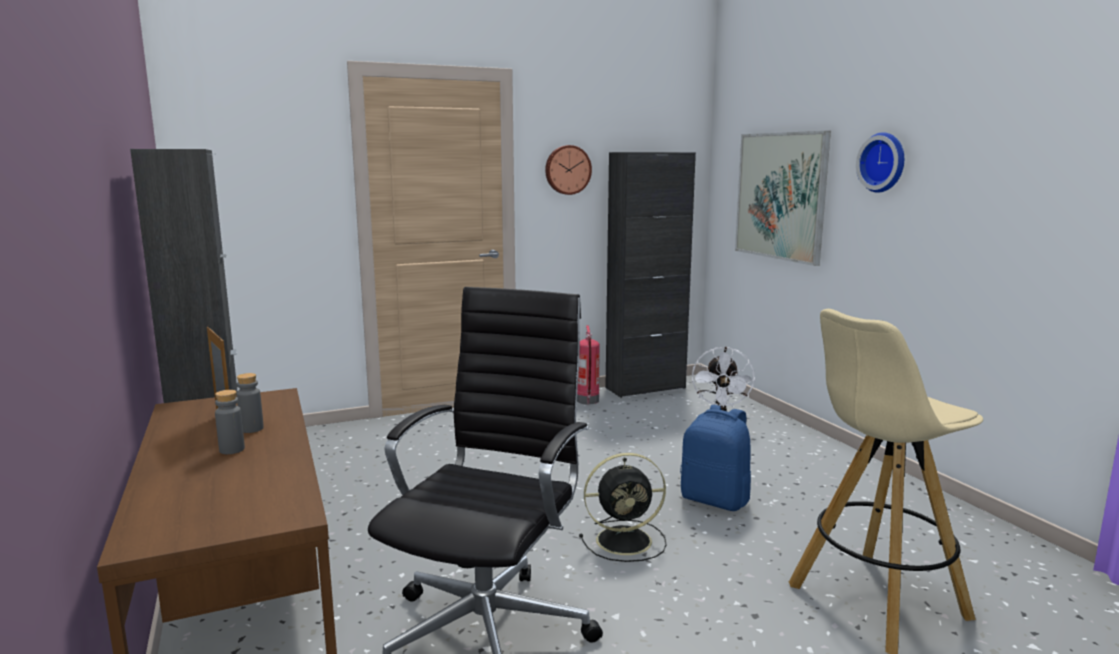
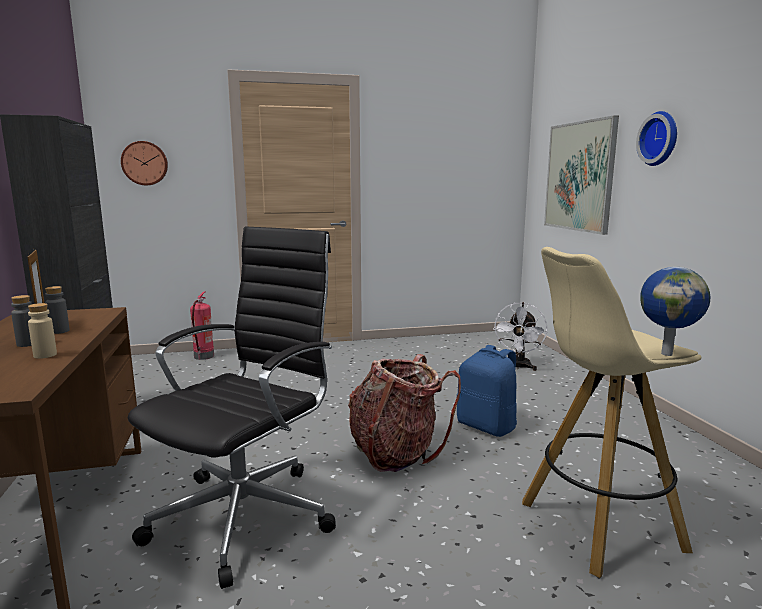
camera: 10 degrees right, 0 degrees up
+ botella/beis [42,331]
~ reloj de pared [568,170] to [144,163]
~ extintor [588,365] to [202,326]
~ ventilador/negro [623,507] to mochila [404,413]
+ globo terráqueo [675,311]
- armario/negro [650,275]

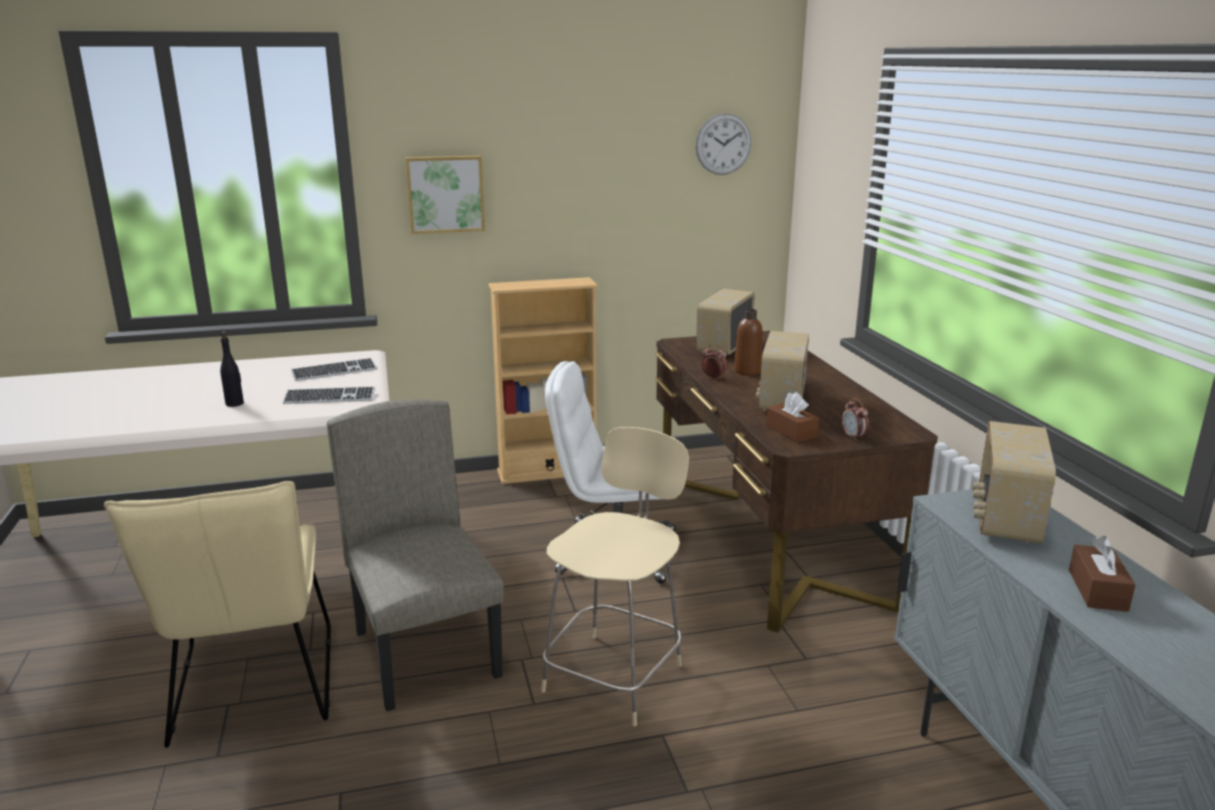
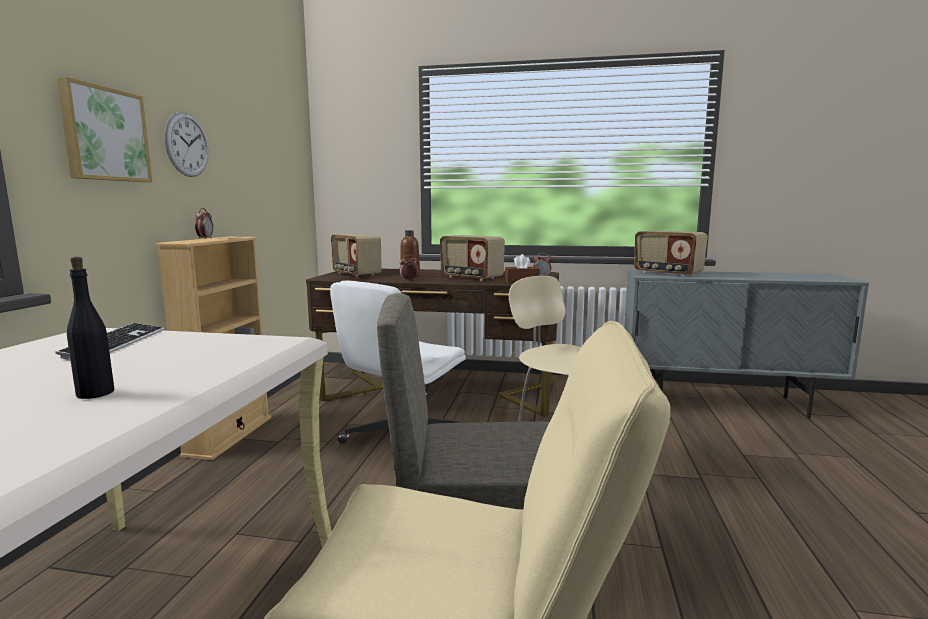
camera: 65 degrees left, 10 degrees down
~ reloj de pared [723,144] to [186,144]
+ despertador [204,223]
- teclado [329,395]
- caja de pañuelos/marrón [1102,574]

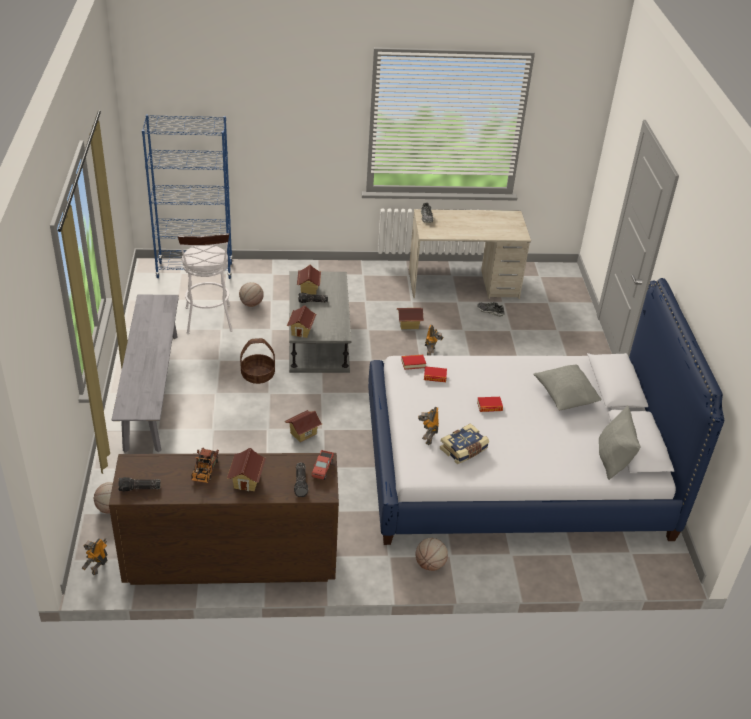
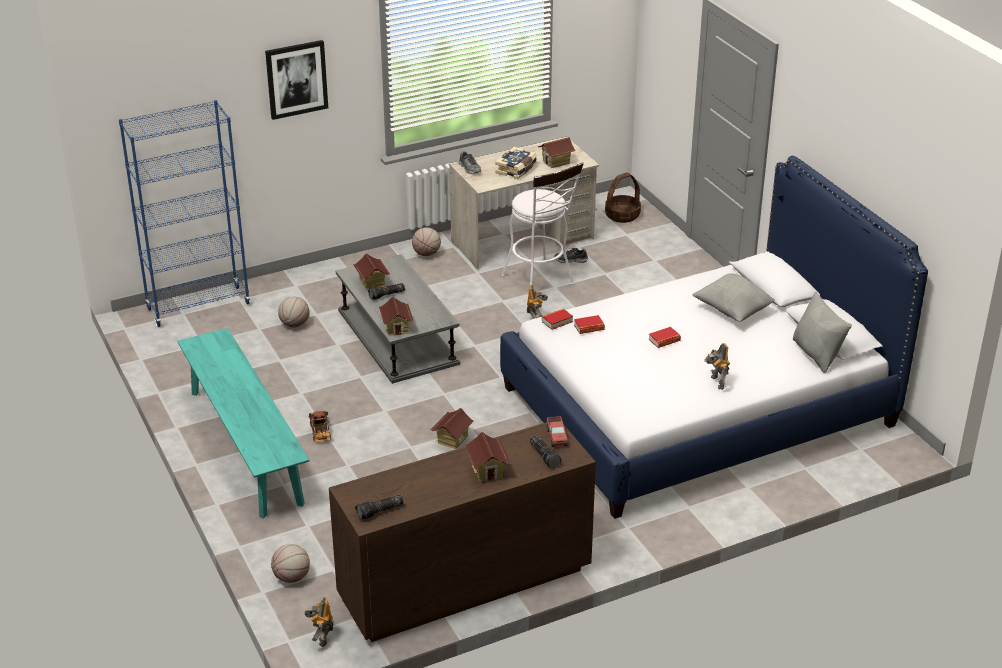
camera: 20 degrees left, 5 degrees down
~ banco/gris [145,373] to banco/turquesa [243,423]
+ cuadro [296,80]
~ camión de juguete [205,465] to [320,426]
~ balón de baloncesto [432,554] to [426,241]
~ libro [464,443] to [516,163]
~ taburete/blanco [205,283] to [543,223]
~ casita [410,318] to [556,152]
~ cesta [257,361] to [623,198]
~ robot de juguete [428,426] to [717,366]

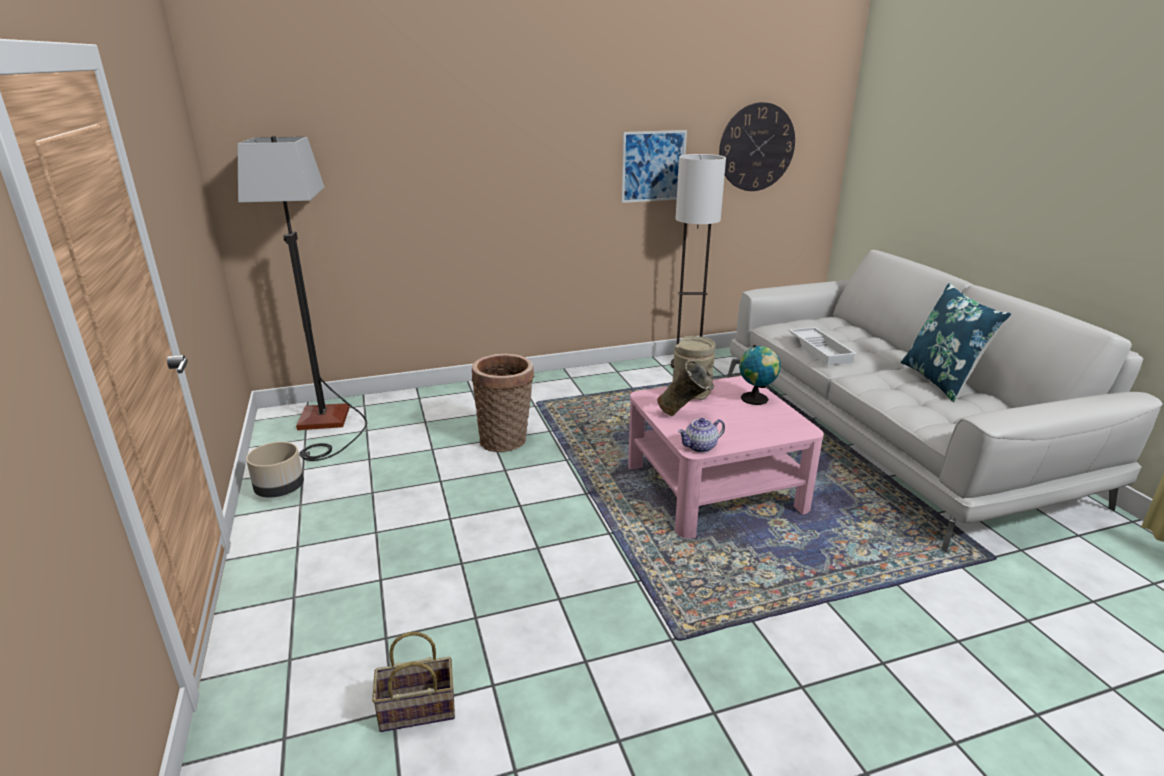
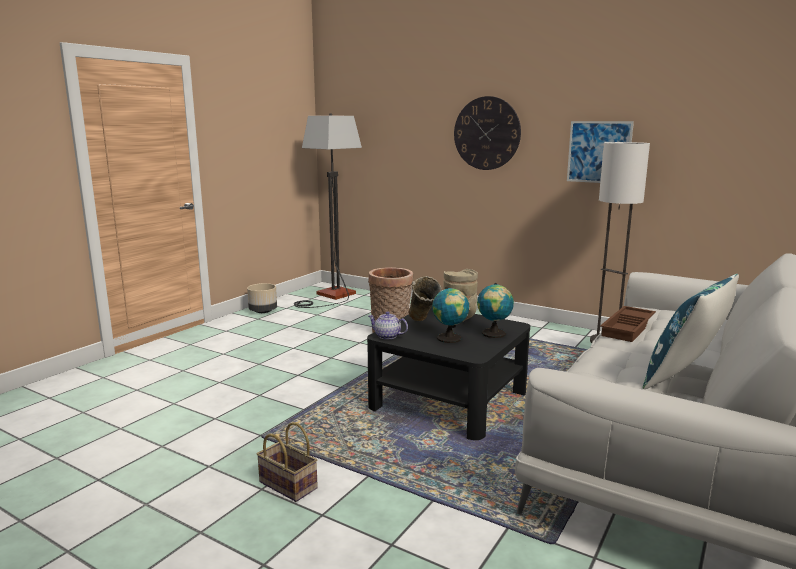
camera: 50 degrees right, 10 degrees down
~ cesta [413,682] to [287,462]
~ mesa de centro/rosa [726,457] to mesa de centro/negro [448,373]
+ globo terráqueo [450,315]
~ reloj de pared [757,146] to [487,133]
~ bandeja/blanco [822,346] to bandeja/marrón [628,324]

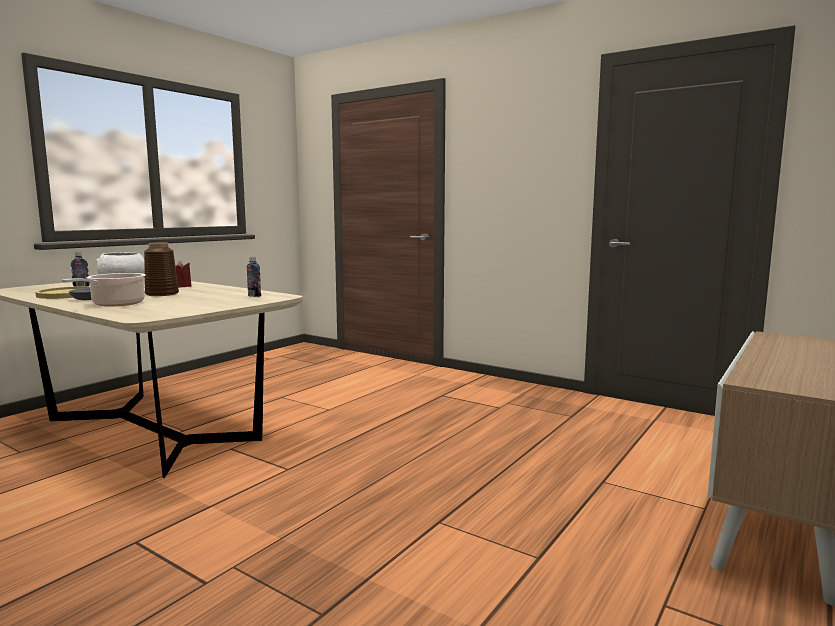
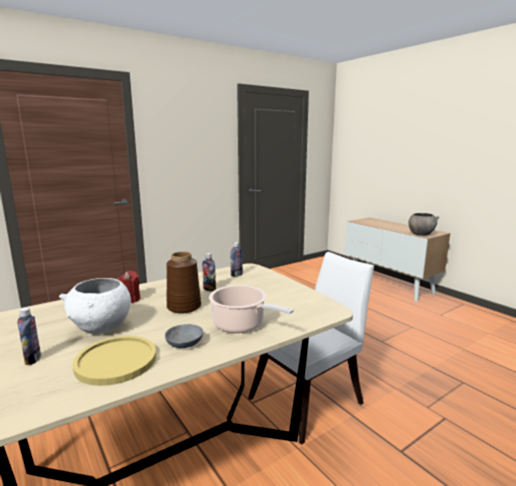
camera: 70 degrees left, 5 degrees up
+ botella [209,272]
+ silla/blanco [311,348]
+ cuenco/gris [423,224]

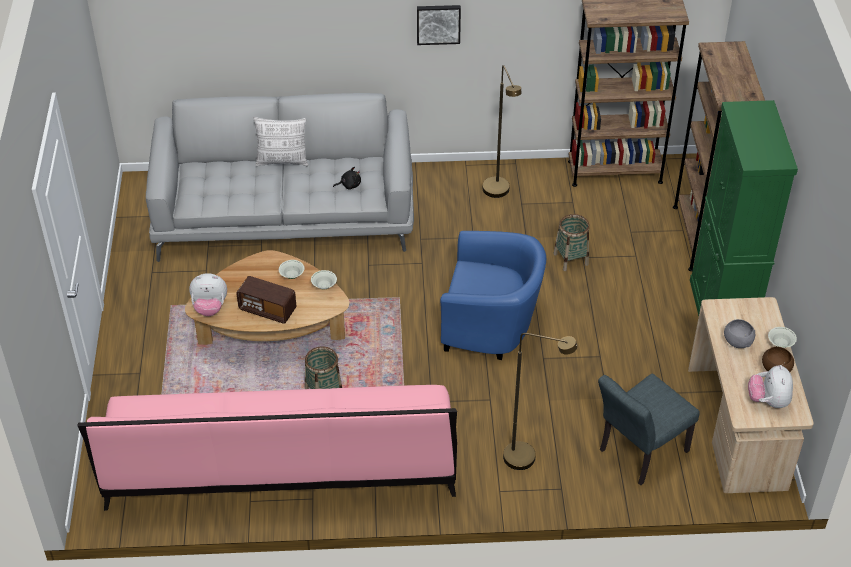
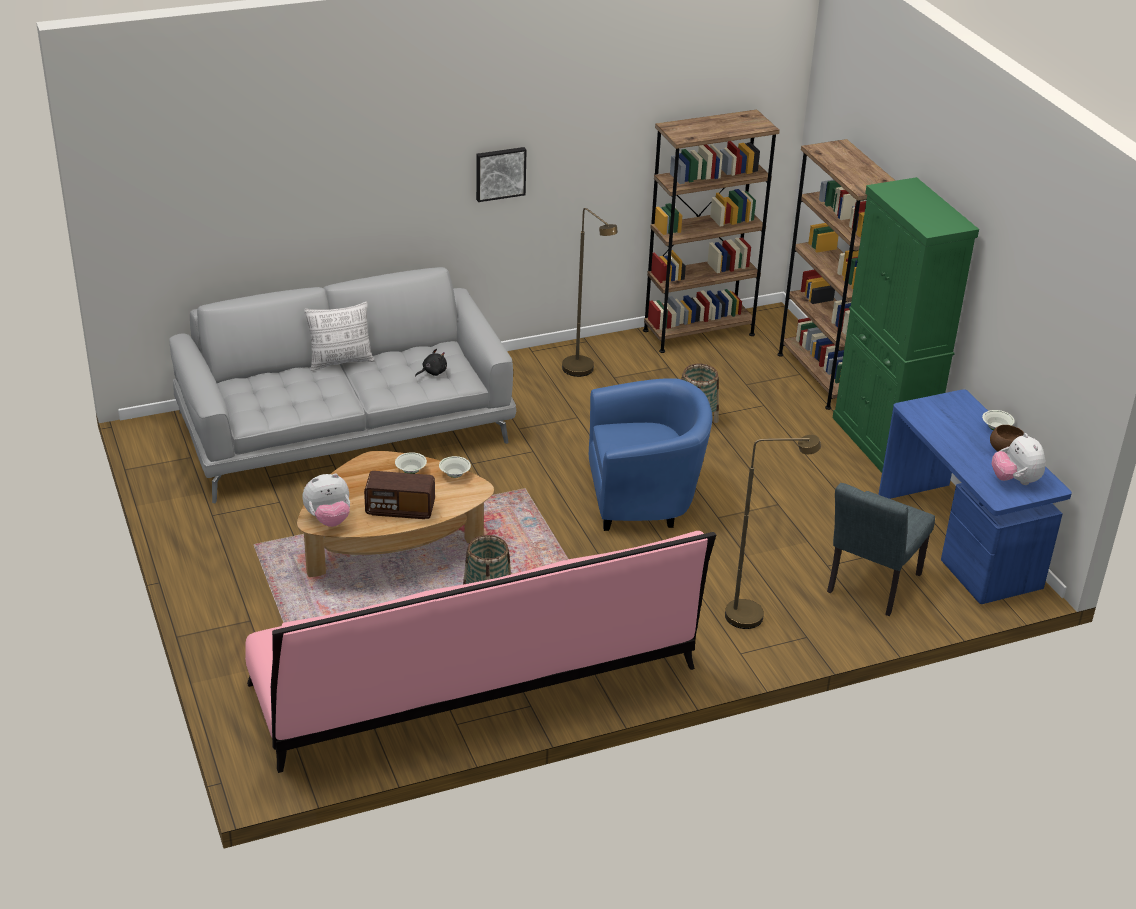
camera: 20 degrees left, 10 degrees down
~ escritorio/beis [751,395] to escritorio/azul [975,496]
- cuenco/gris [739,333]

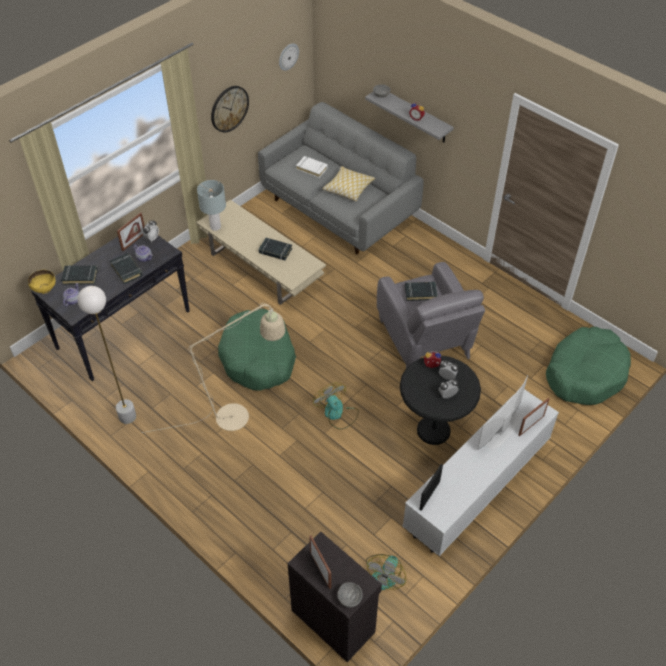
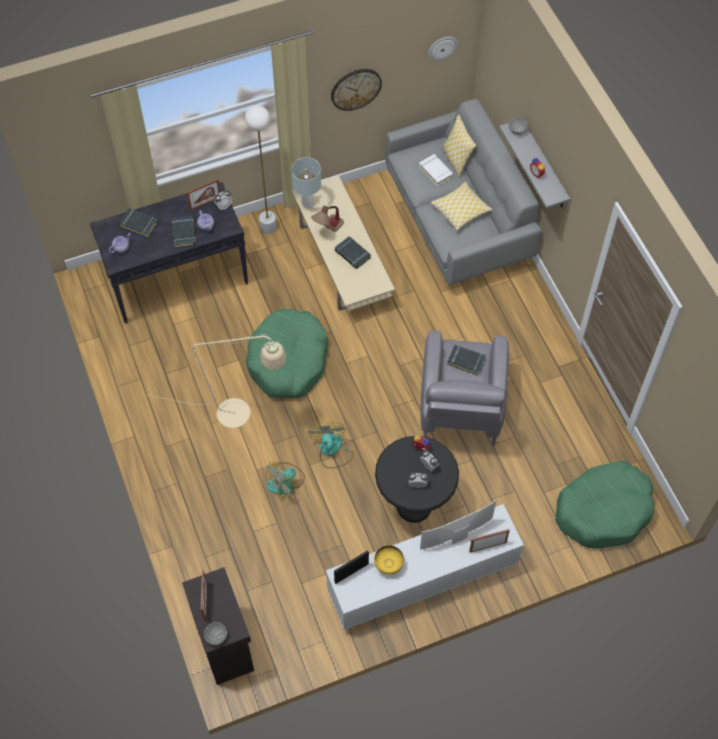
camera: 25 degrees right, 10 degrees up
~ lámpara de pie/blanco [106,355] to [261,169]
~ ventilador [386,572] to [285,479]
+ lámpara de mesa [327,219]
~ cuenco/amarillo [42,282] to [389,559]
+ cojín [459,145]

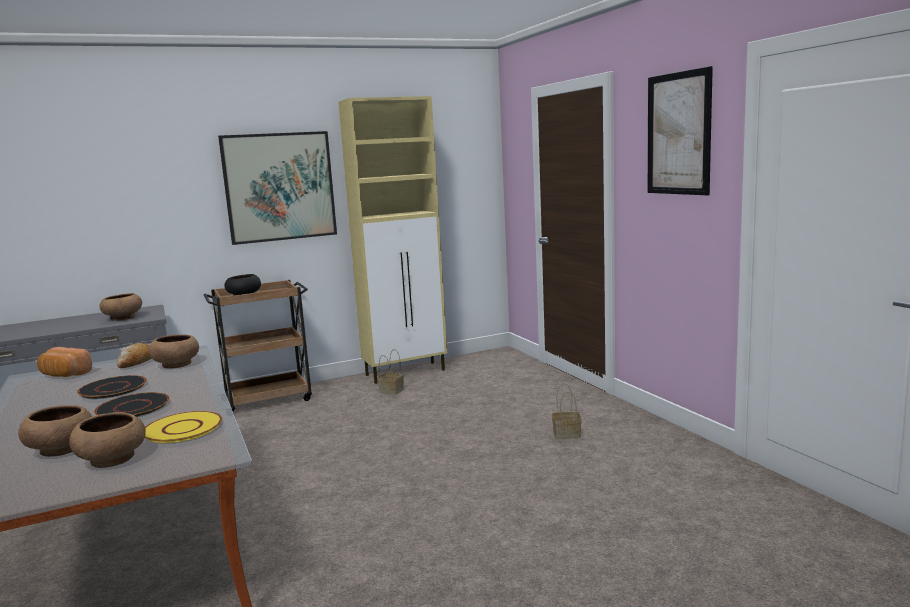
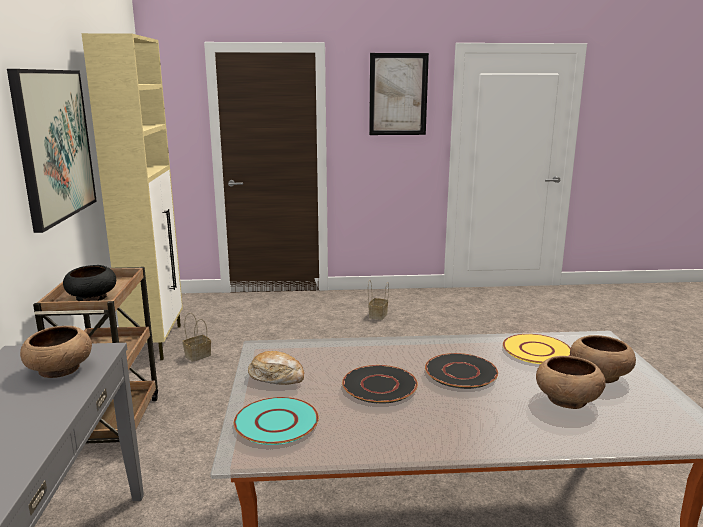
camera: 70 degrees left, 5 degrees up
~ pan [64,362] to plato/turquesa [276,421]
- cuenco/marrón [173,351]

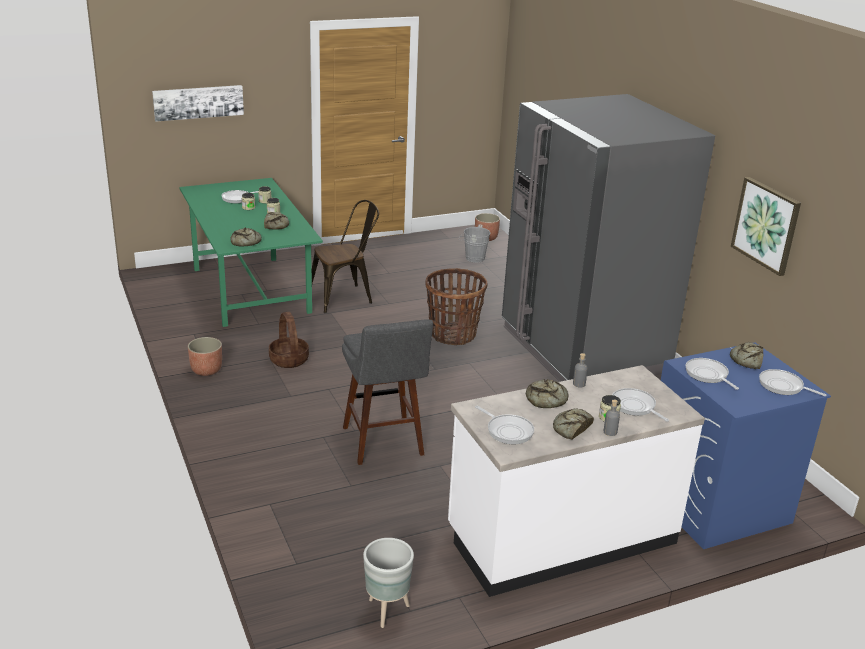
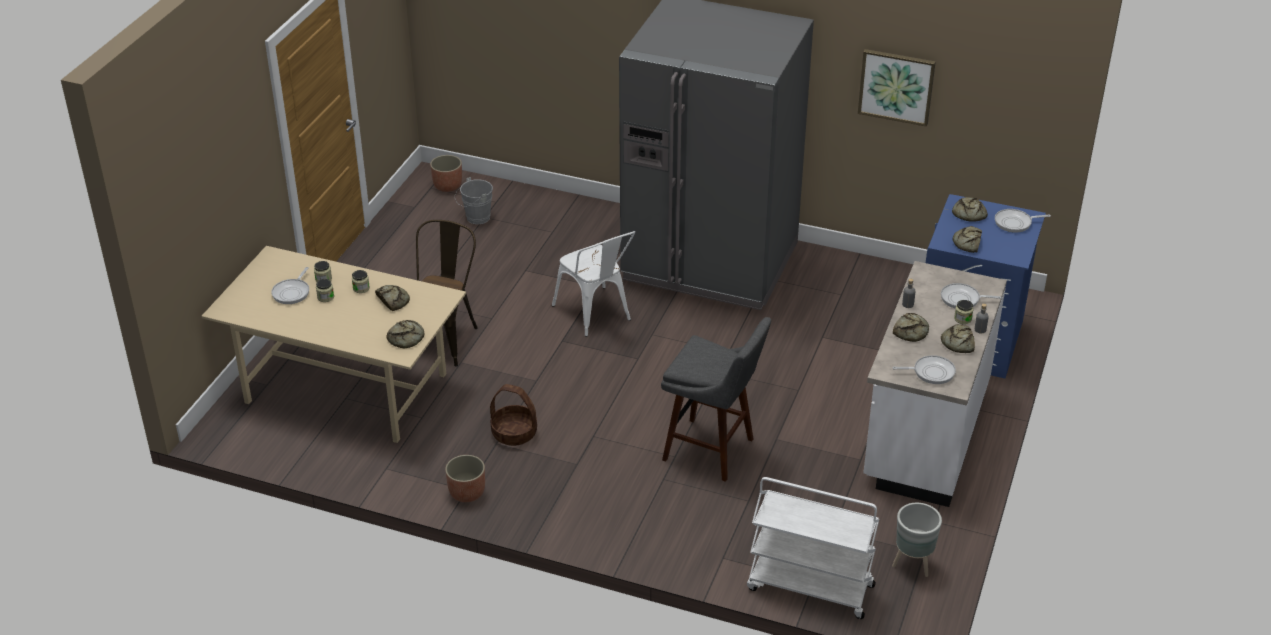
camera: 45 degrees left, 10 degrees up
~ mesa de comedor/verde [251,252] to mesa de comedor/beis [333,344]
~ cesta [456,306] to silla/blanco [593,284]
+ carrito/blanco [813,548]
~ sartén [712,374] to pan [967,239]
- cuadro [198,103]

